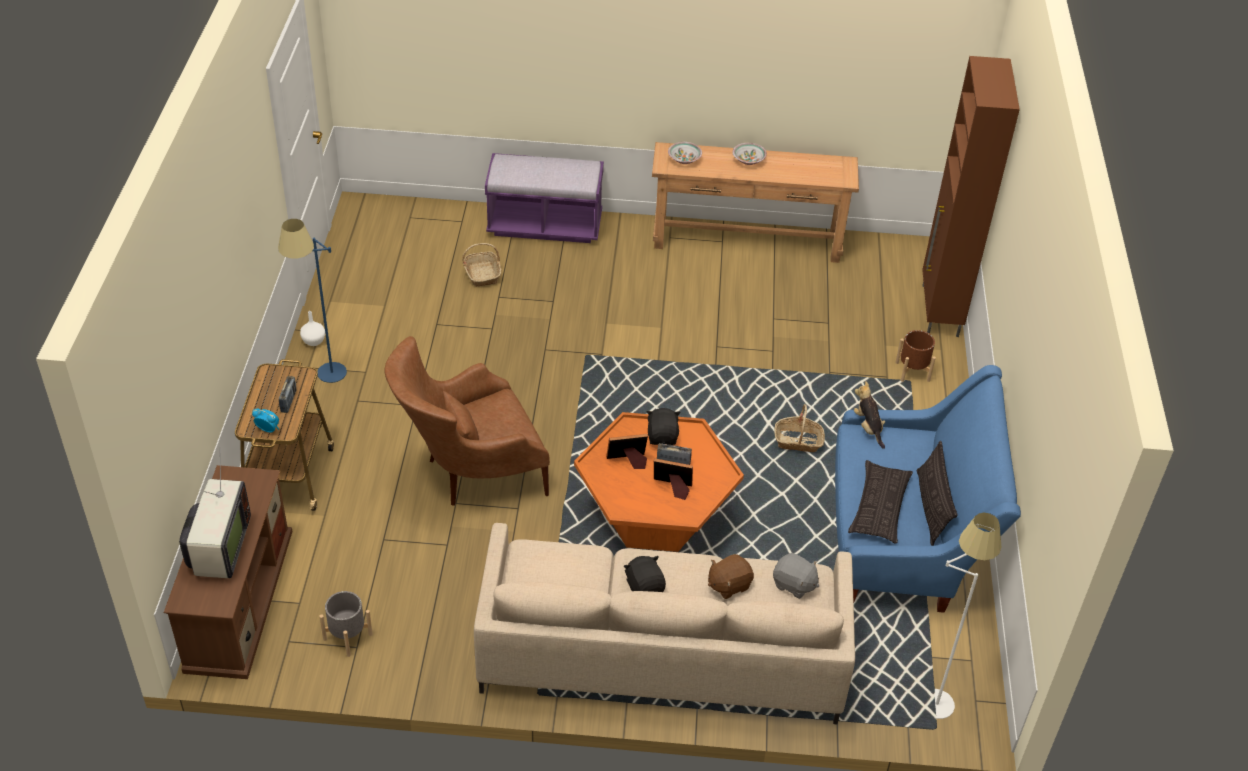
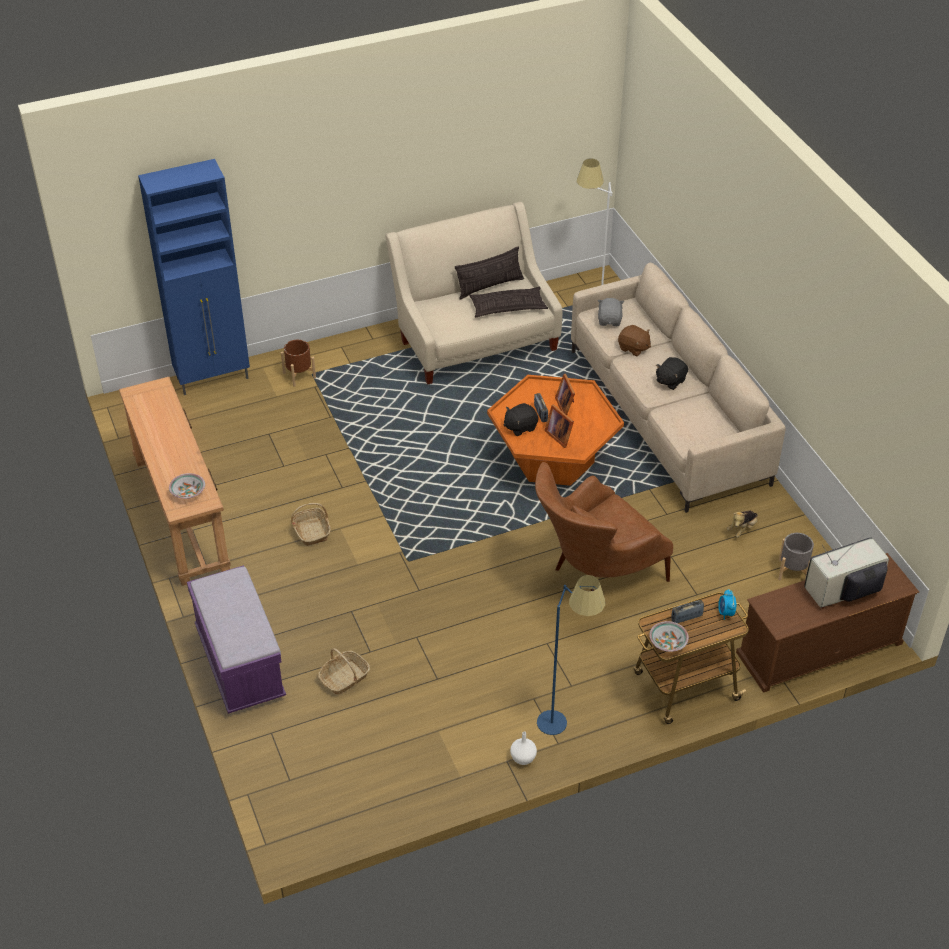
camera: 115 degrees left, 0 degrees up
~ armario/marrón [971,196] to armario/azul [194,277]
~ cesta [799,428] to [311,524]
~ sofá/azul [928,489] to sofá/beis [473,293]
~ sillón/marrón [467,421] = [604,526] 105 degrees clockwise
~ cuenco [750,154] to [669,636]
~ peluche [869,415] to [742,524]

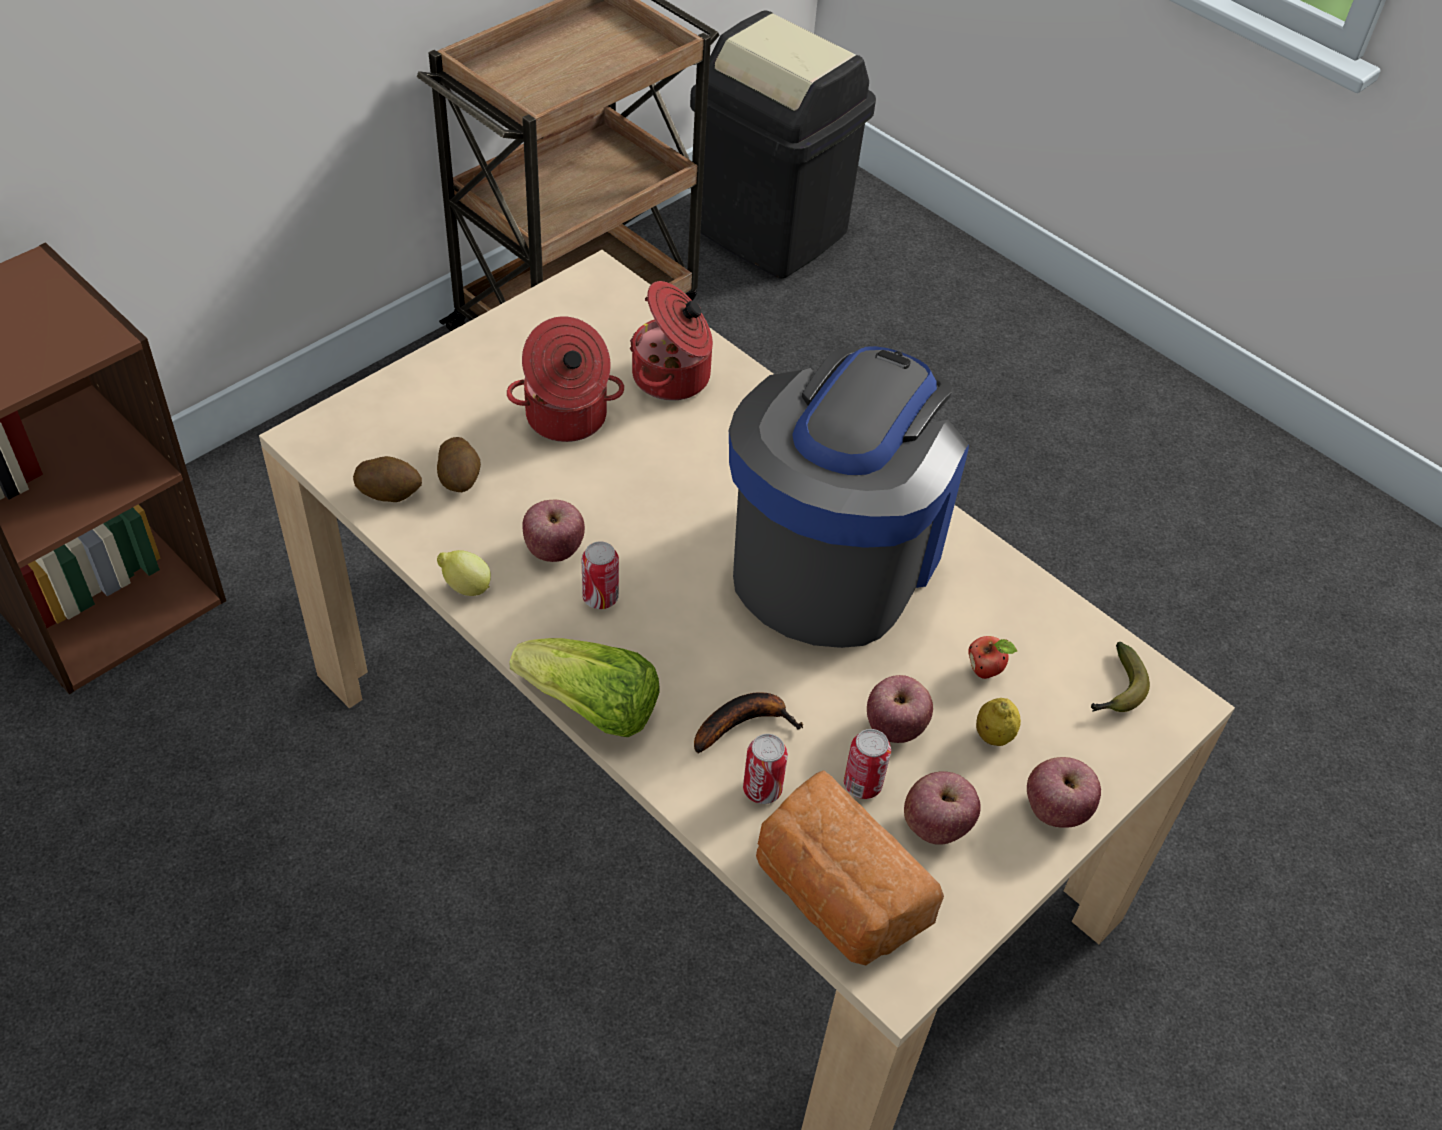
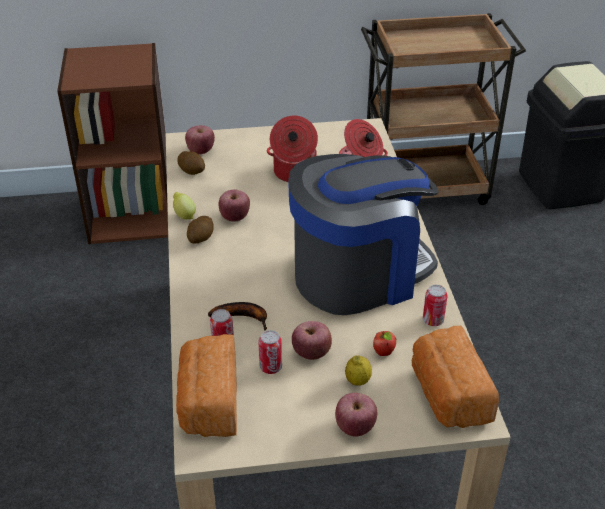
camera: 40 degrees right, 10 degrees down
~ manzana [942,808] to [200,140]
~ patata [459,464] to [200,229]
~ plátano [1120,677] to pan [455,377]
~ lata [600,575] to [435,305]
- lechuga [584,687]

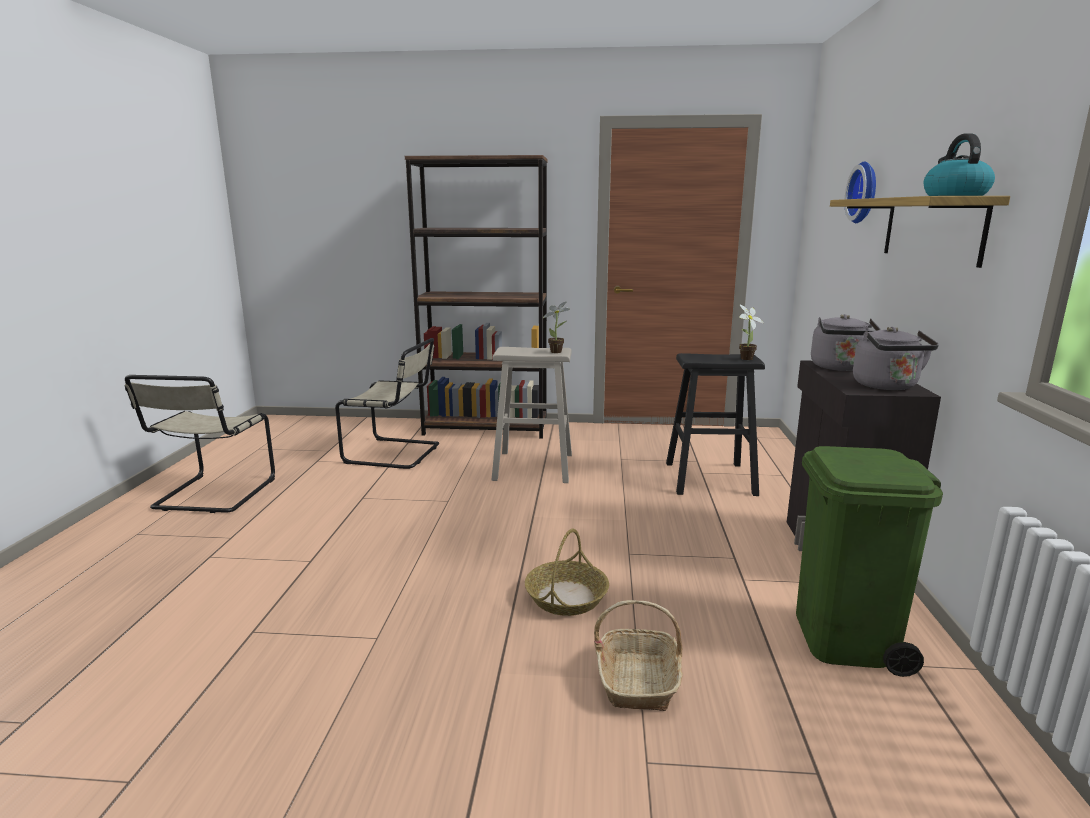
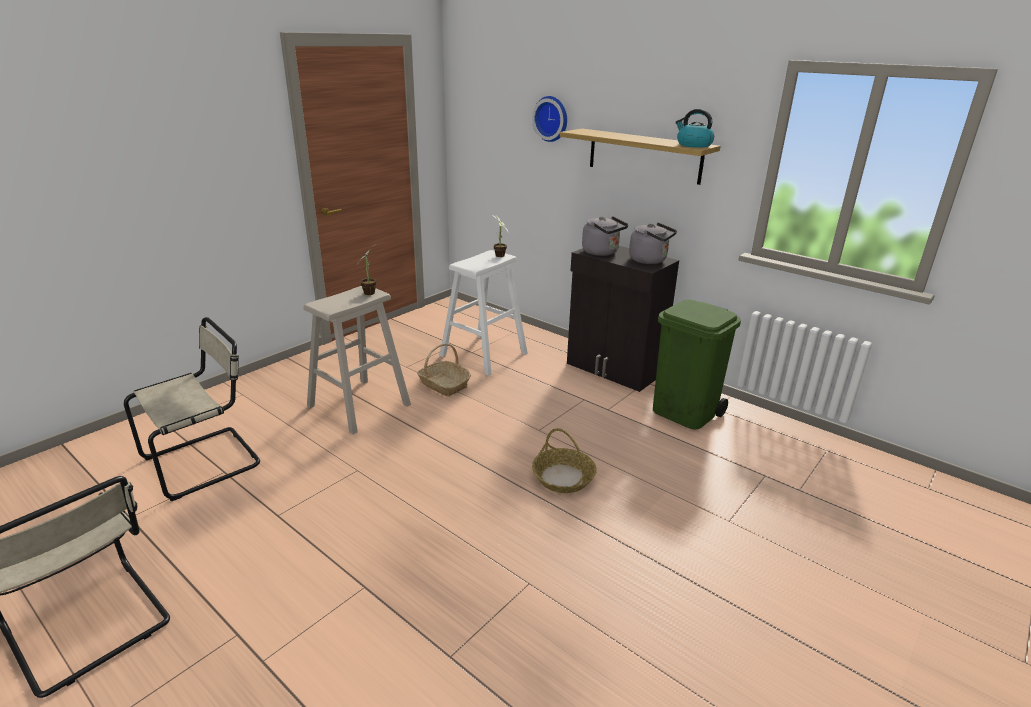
camera: 55 degrees left, 10 degrees up
~ cesta [638,655] to [444,370]
~ taburete/negro [715,424] to taburete/blanco [484,313]
- estantería/marrón [476,297]

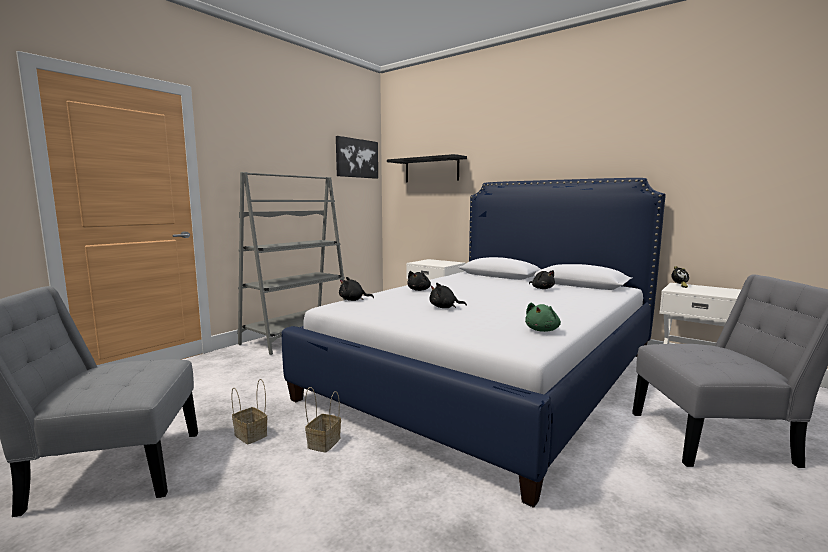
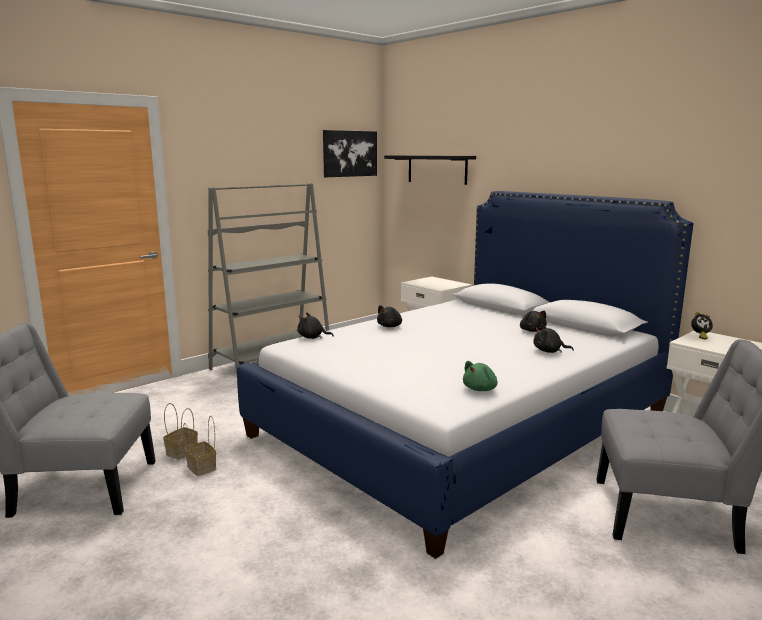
camera: 10 degrees right, 5 degrees up
~ cesta [323,419] to [180,431]
~ peluche/negro [448,295] to [554,338]

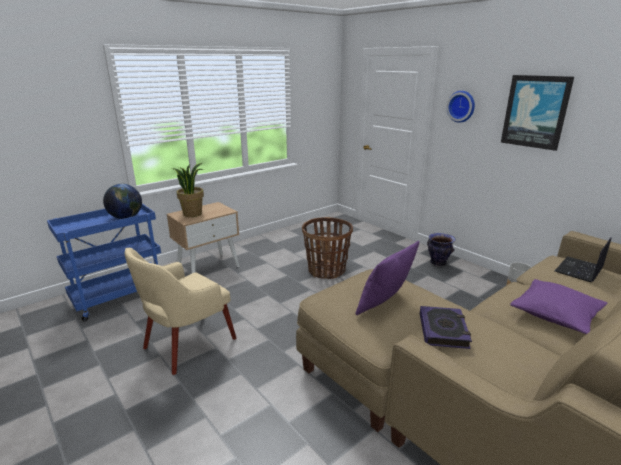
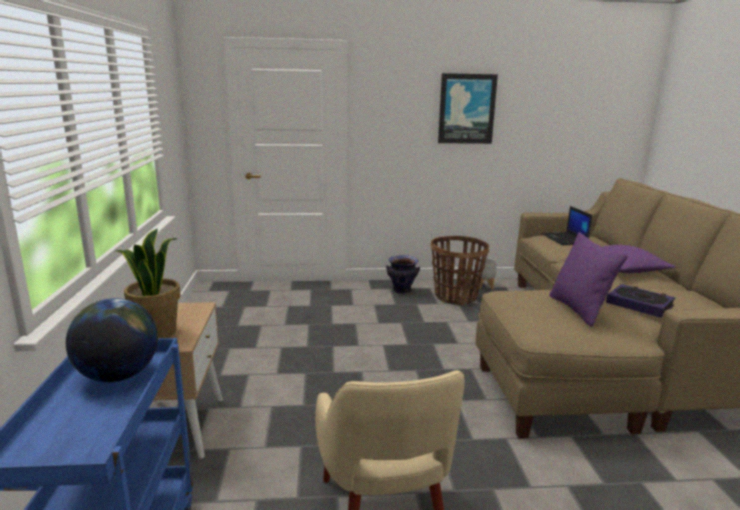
camera: 55 degrees left, 5 degrees down
~ cesta [327,248] to [460,270]
- reloj de pared [461,107]

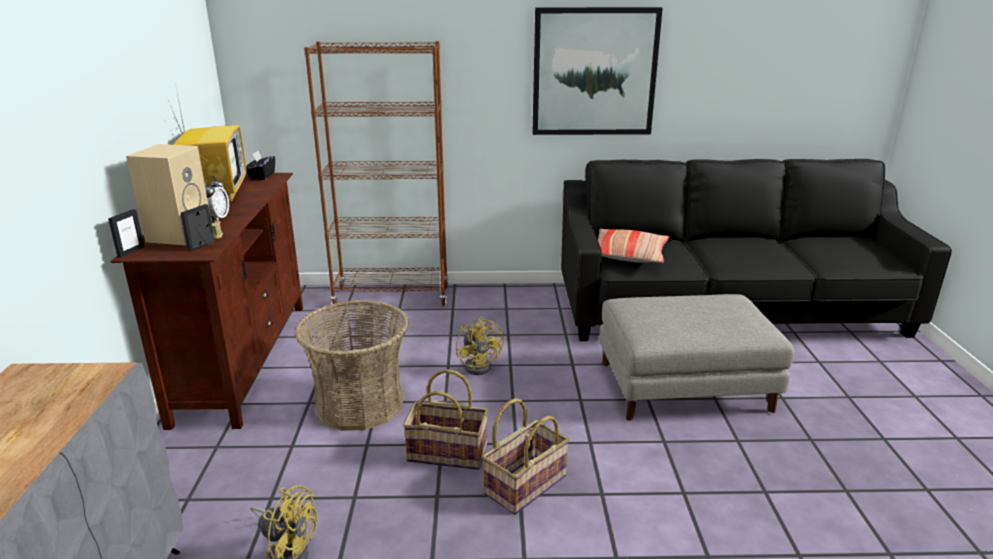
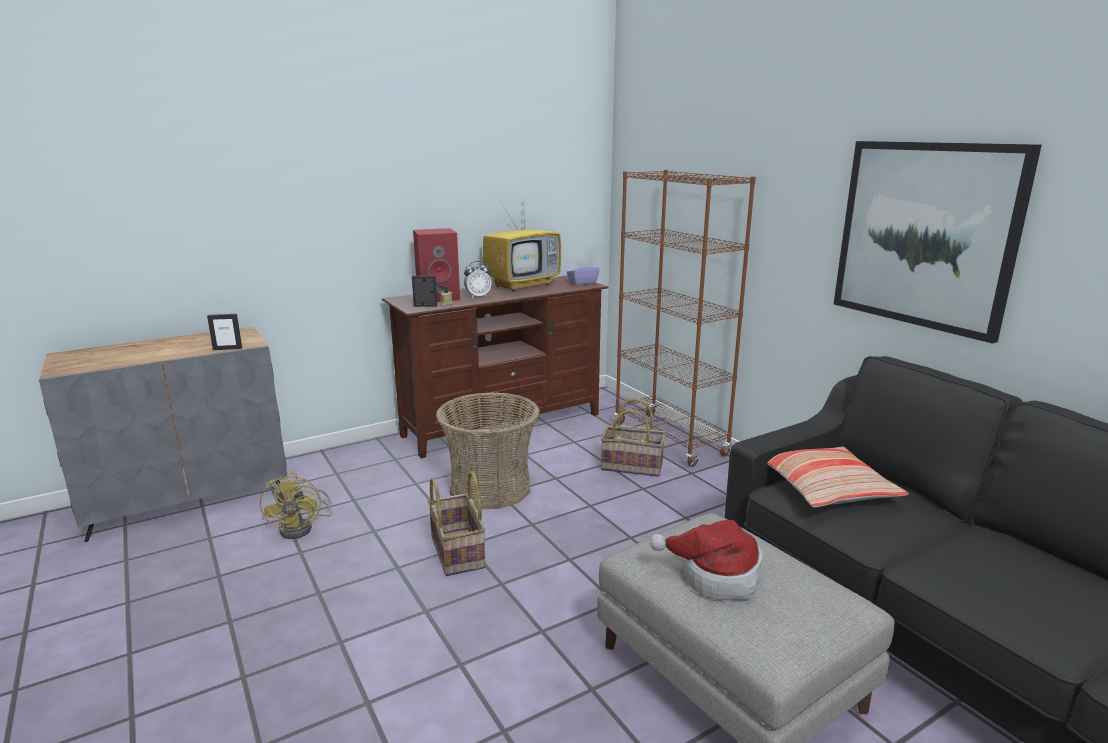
camera: 60 degrees right, 5 degrees down
~ portarretratos [126,233] to [224,332]
~ altavoz/beis [168,194] to altavoz/rojo [436,265]
~ caja de pañuelos/negro [260,165] to caja de pañuelos/morado [583,272]
~ cesta [525,456] to [633,437]
+ sombrero [706,560]
- ventilador/amarillo [480,346]

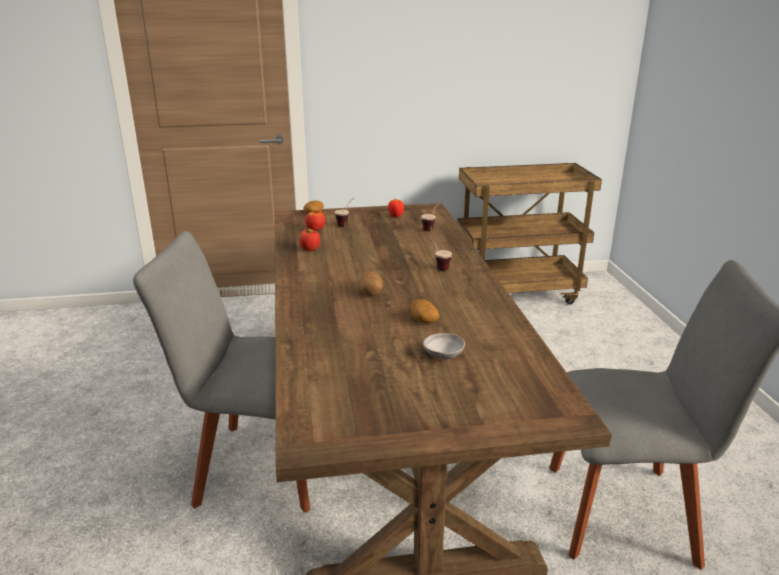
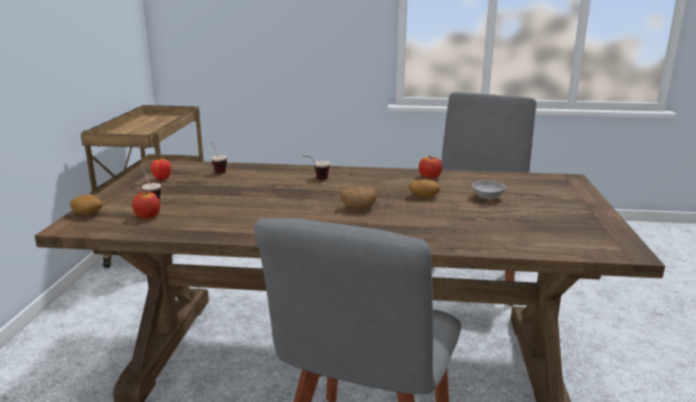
camera: 75 degrees left, 5 degrees down
~ manzana [309,239] to [431,167]

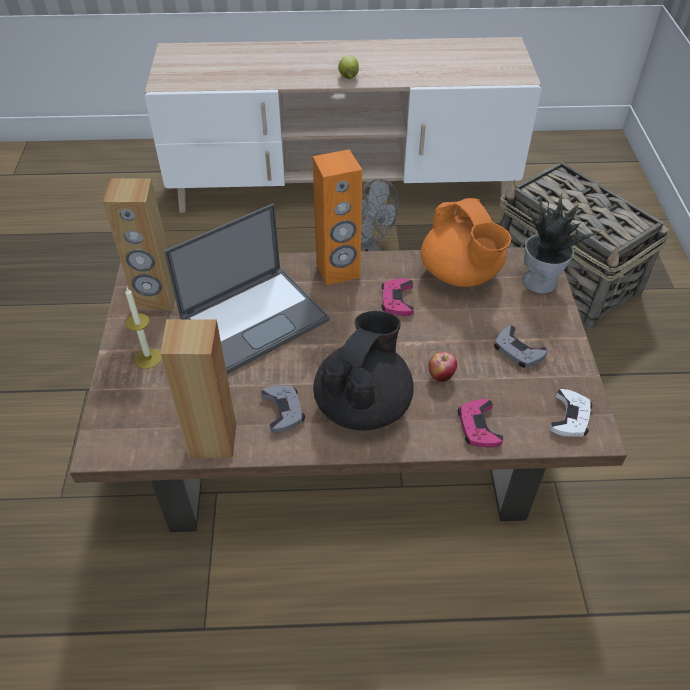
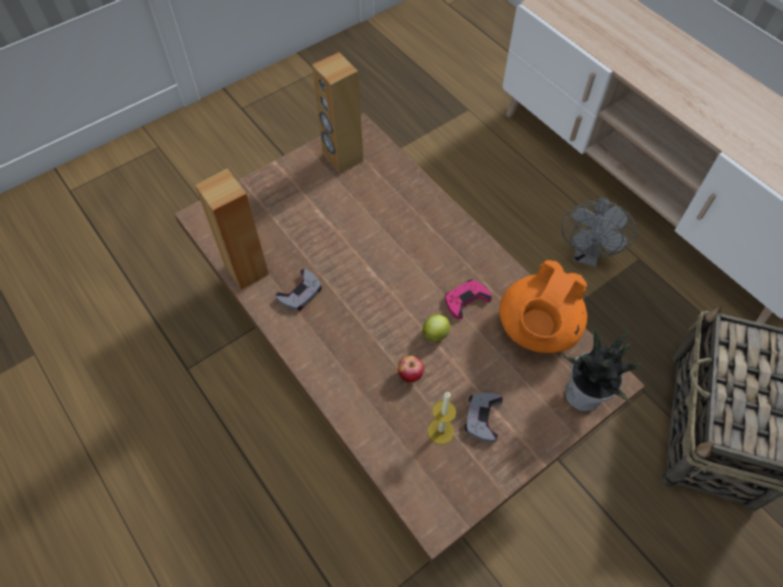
camera: 55 degrees right, 10 degrees up
~ manzana [348,67] to [436,328]
~ vela [143,328] to [442,418]
- portátil [247,288]
- altavoz/naranja [337,217]
- tetera/negro [363,371]
- mando de consola/rosa [480,423]
- mando de consola/blanco [571,413]

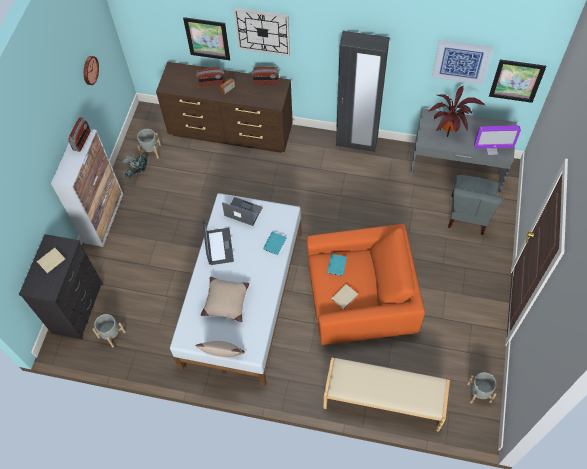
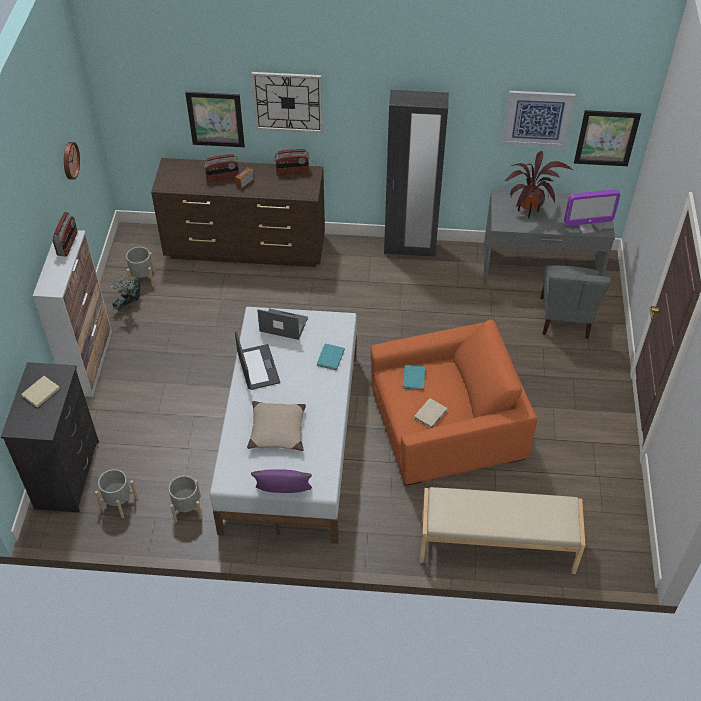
camera: 10 degrees left, 10 degrees down
~ maceta/gris [481,387] to [185,498]
~ cojín/beis [220,349] to cojín/morado [281,481]

